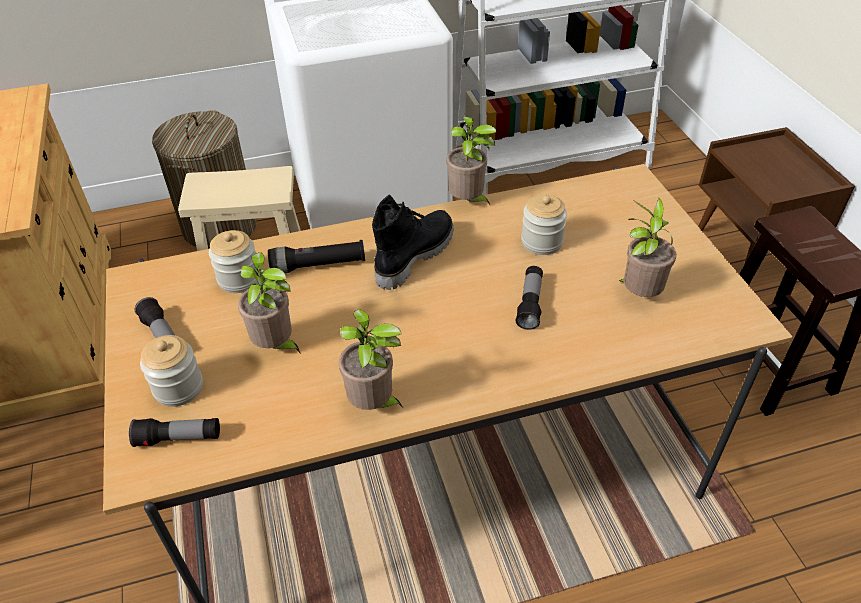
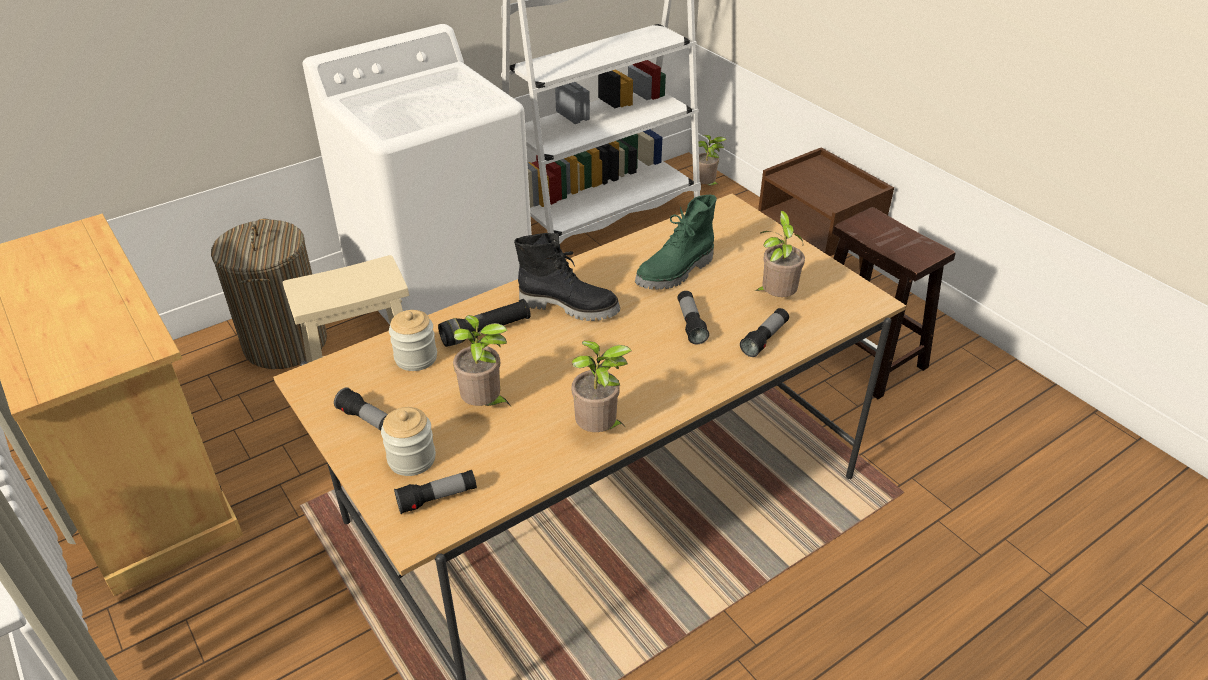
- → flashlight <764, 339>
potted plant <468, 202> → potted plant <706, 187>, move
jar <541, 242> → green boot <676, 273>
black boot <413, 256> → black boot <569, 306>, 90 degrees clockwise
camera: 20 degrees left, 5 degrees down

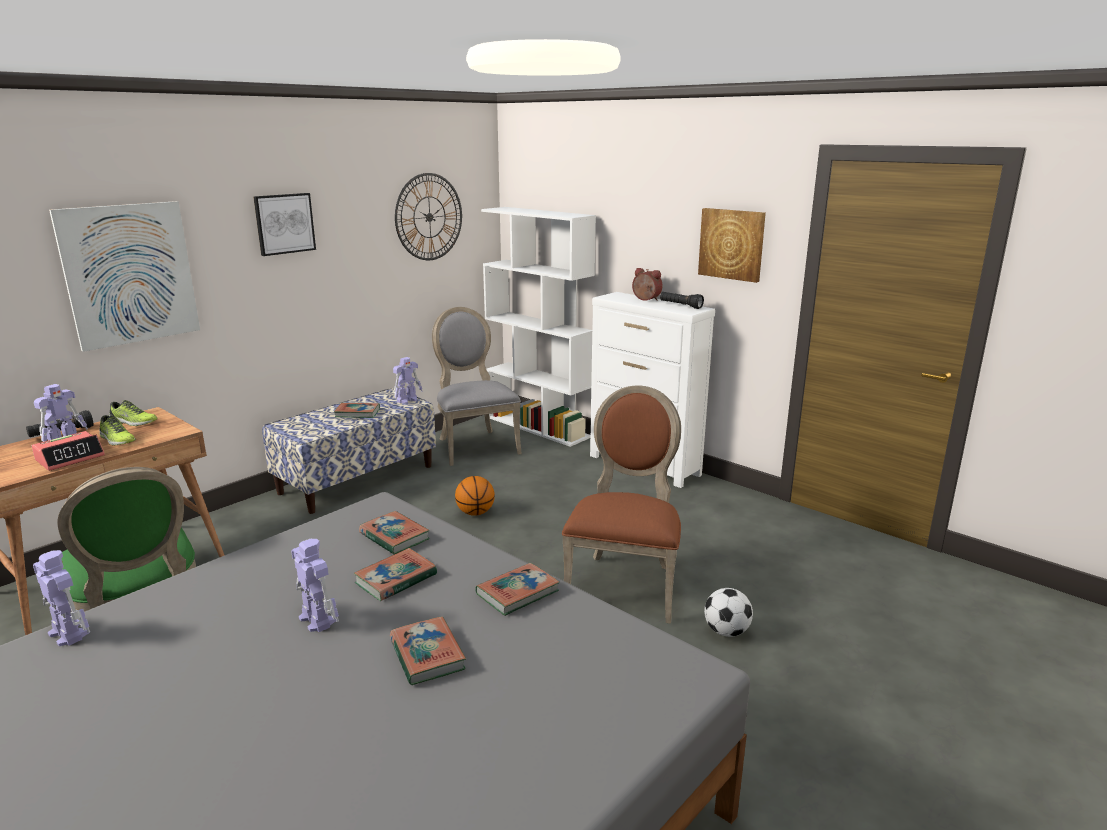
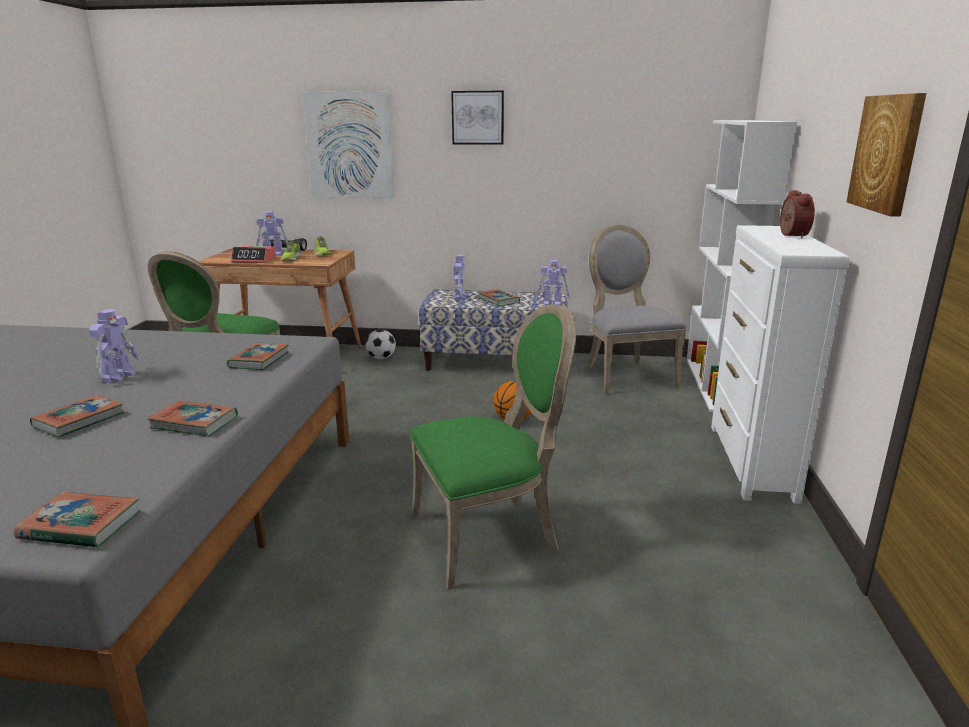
wall clock <429, 217> → -
black flashlight <680, 306> → -
toy robot <68, 633> → toy robot <459, 297>, move
book <396, 579> → book <81, 525>, move
football <726, 631> → football <381, 358>, move
brown chair <624, 584> → green chair <490, 535>
grey chair <474, 445> → grey chair <625, 375>, 45 degrees counterclockwise
camera: 55 degrees right, 0 degrees up

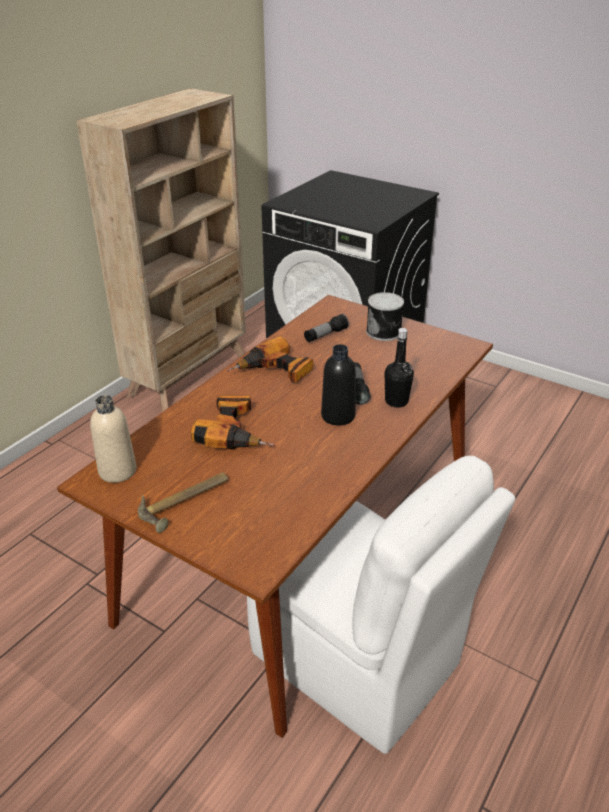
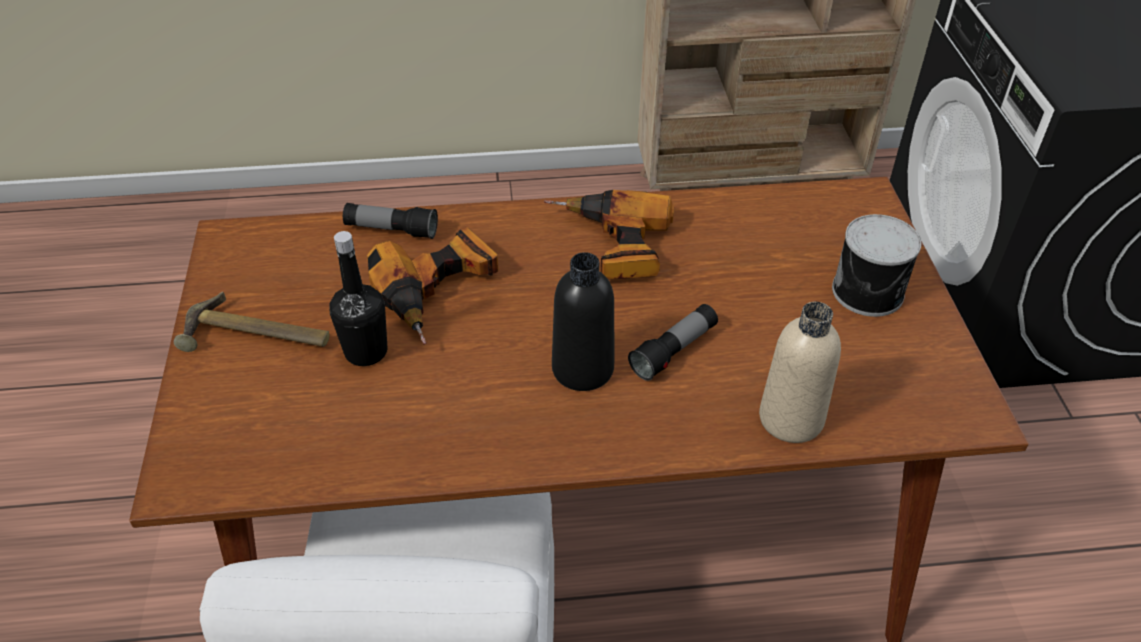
beige bottle <117, 471> → beige bottle <791, 418>, move
flashlight <325, 335> → flashlight <391, 230>, move
black bottle <396, 401> → black bottle <366, 351>, move
camera: 50 degrees right, 10 degrees up

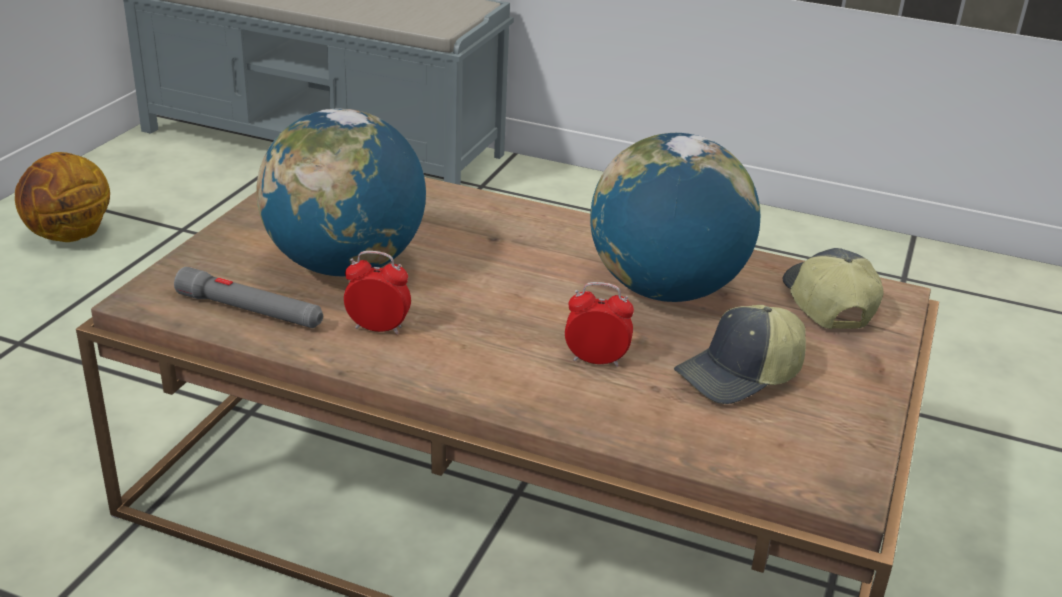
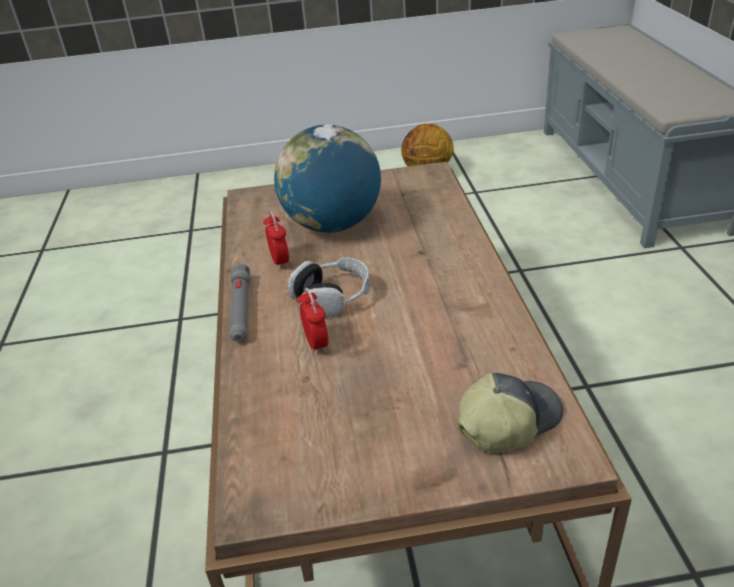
globe <665, 290> → -
cap <740, 376> → -
- → headphones <332, 297>
grey flashlight <250, 310> → grey flashlight <241, 309>, move
camera: 65 degrees right, 5 degrees up

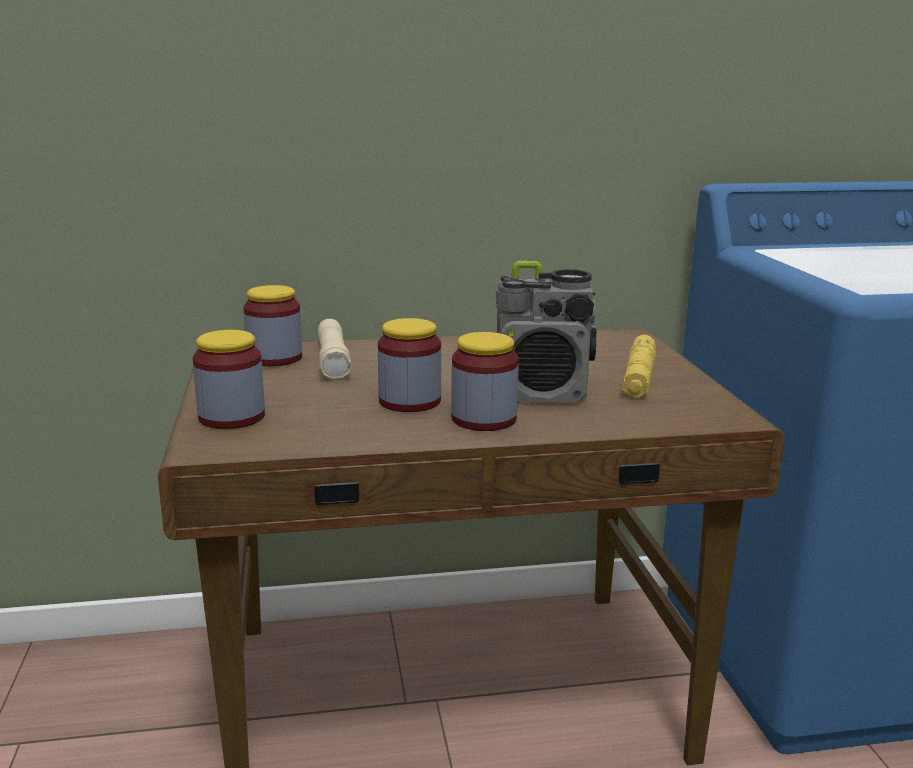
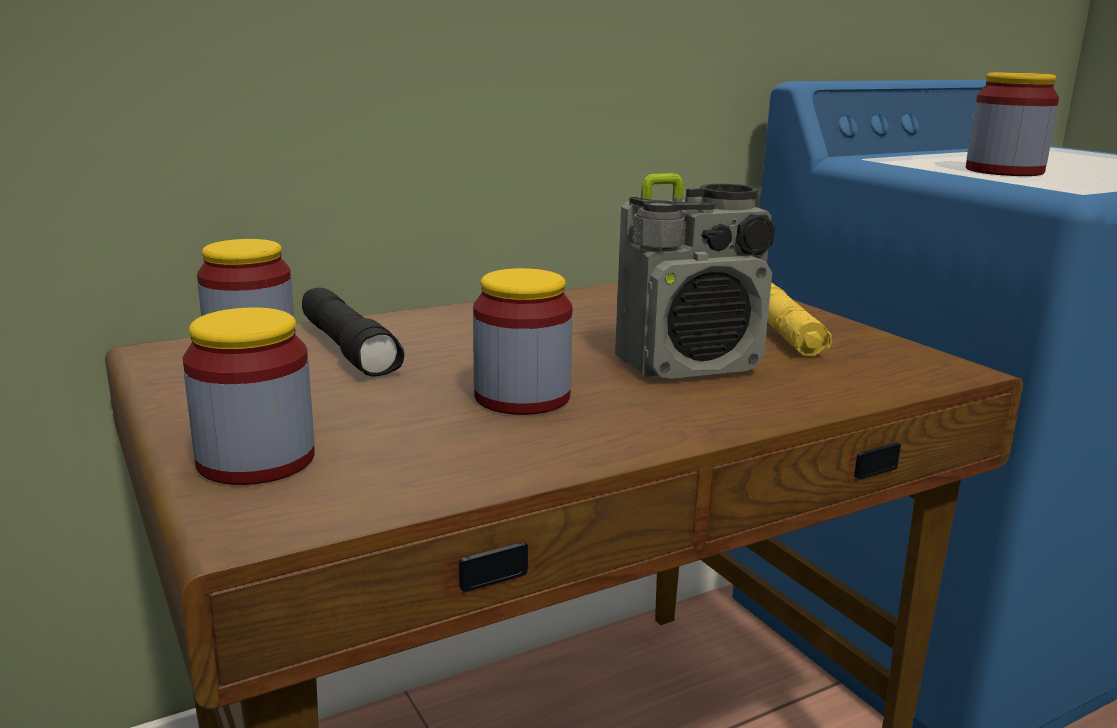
jar <484, 419> → jar <1004, 171>, move
beige flashlight <334, 360> → black flashlight <350, 349>
camera: 20 degrees left, 0 degrees up

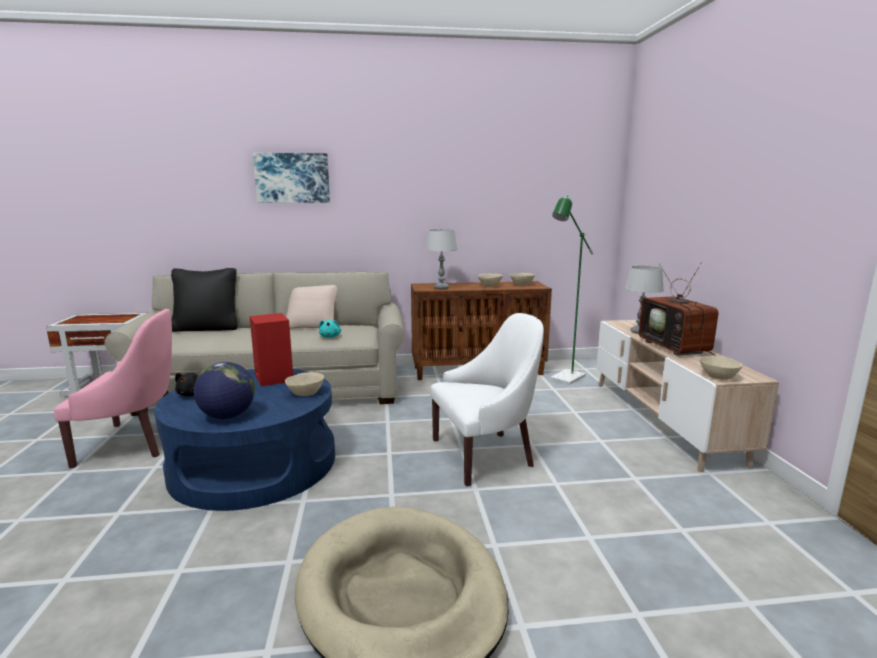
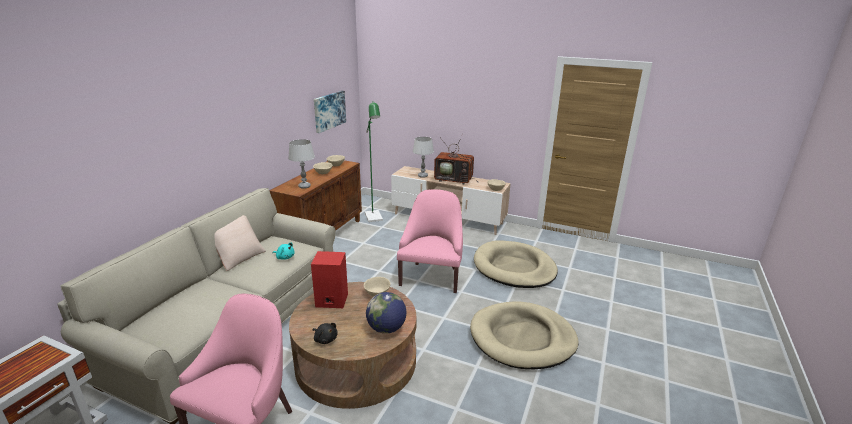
black pillow <207, 328> → -
- → beige dog bed <514, 268>
picture <292, 178> → picture <329, 111>, move
blue coffee table <254, 463> → brown coffee table <356, 361>
white armchair <485, 454> → pink armchair <431, 276>
camera: 60 degrees left, 10 degrees up

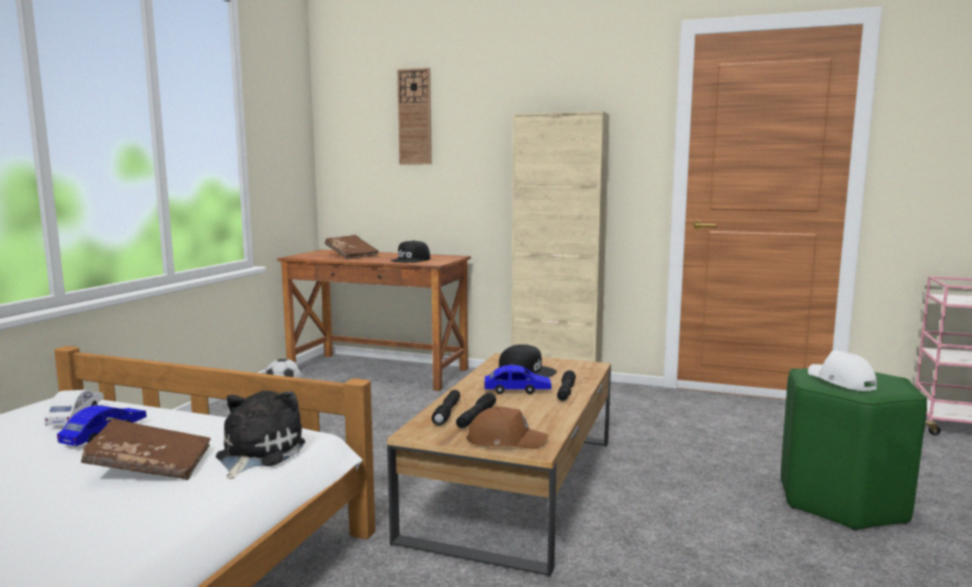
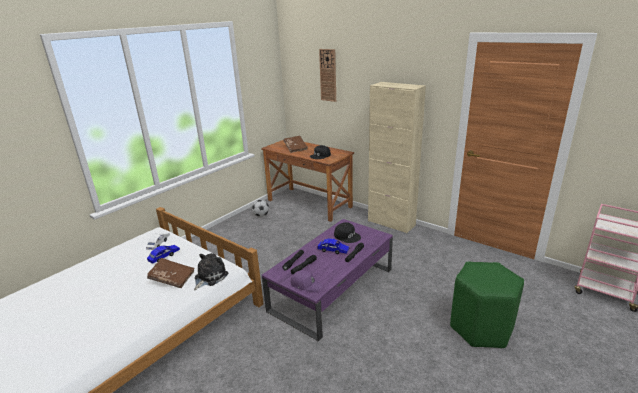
white cap <840, 381> → -
brown coffee table <517, 484> → purple coffee table <333, 289>
brown cap <505, 440> → purple cap <306, 284>
camera: 20 degrees right, 15 degrees up

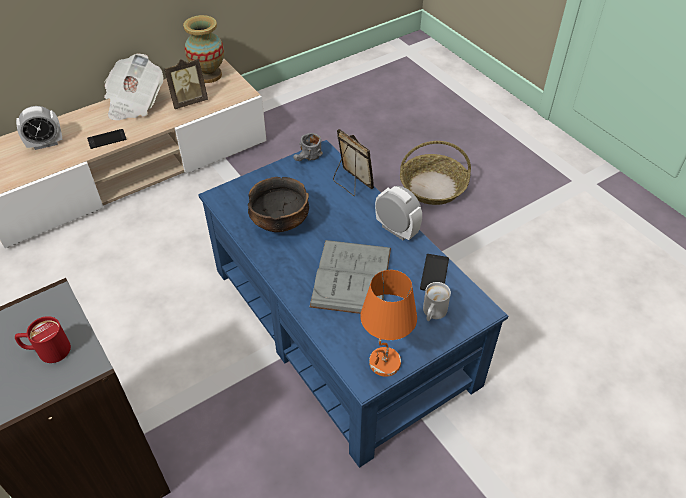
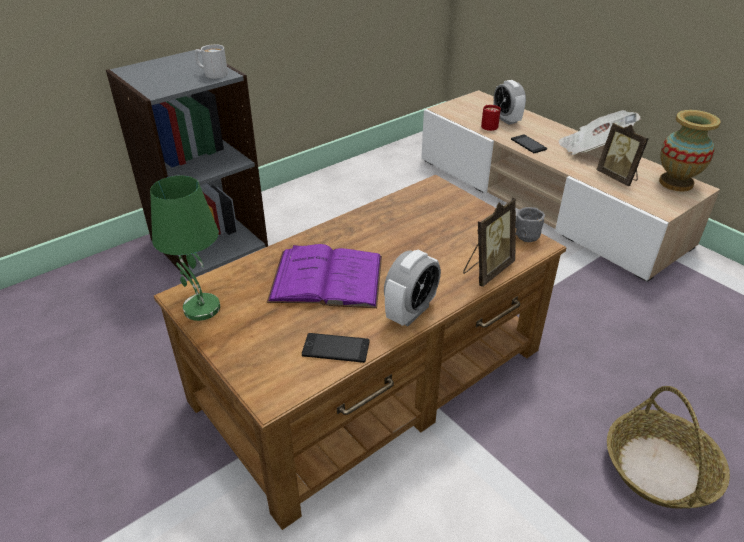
bowl <280, 223> → -
red mug <47, 351> → red mug <488, 125>, move
white mug <433, 313> → white mug <212, 74>, move
blue coffee table <341, 323> → brown coffee table <372, 375>
grey book <351, 277> → purple book <327, 278>
orange table lamp <384, 363> → green table lamp <200, 308>
camera: 85 degrees right, 10 degrees down

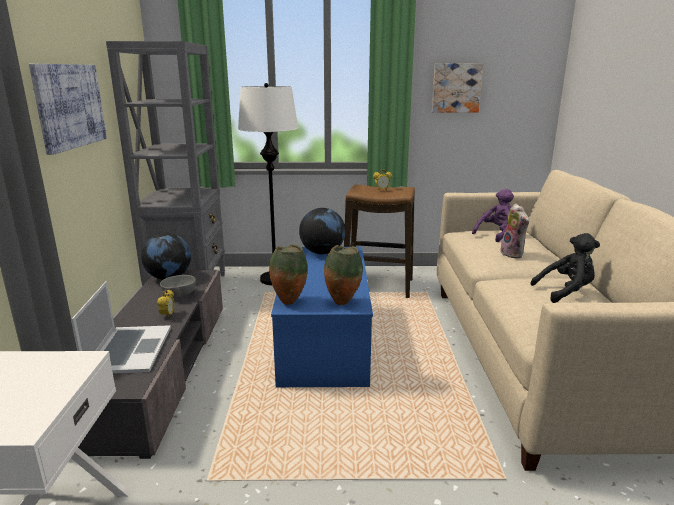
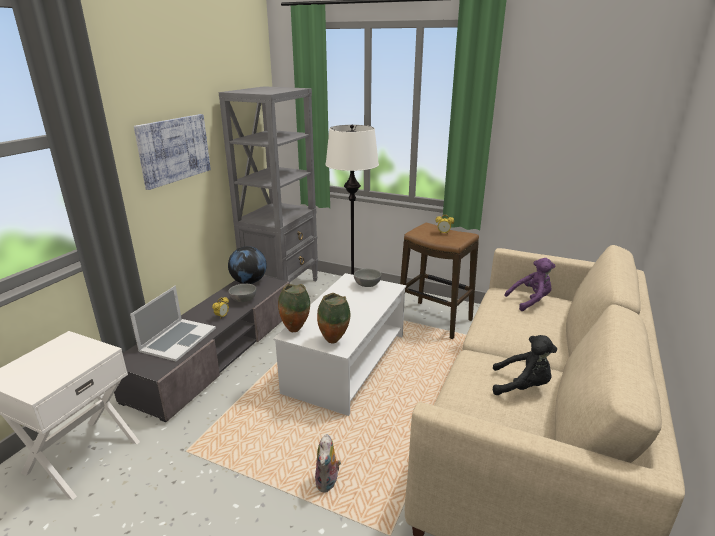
picture <456, 88> → -
plush toy <513, 254> → plush toy <328, 482>, move
globe <322, 252> → grey bowl <366, 285>
blue coffee table <324, 341> → white coffee table <346, 363>
camera: 25 degrees right, 5 degrees up

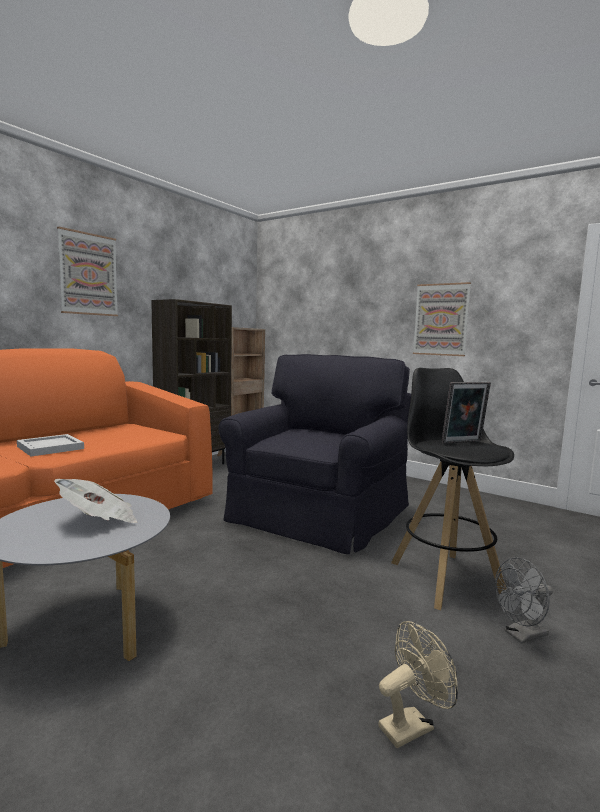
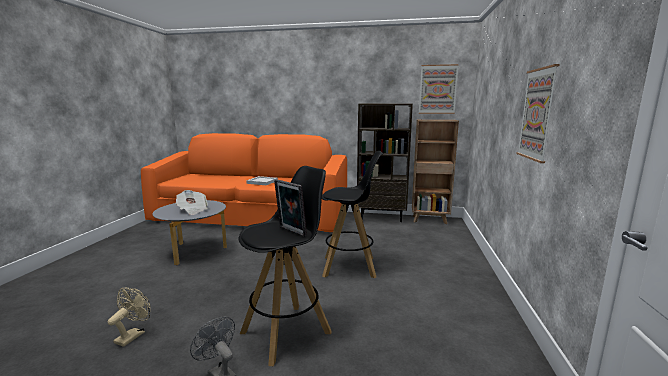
picture <88, 274> → picture <437, 89>, move
black armchair <315, 514> → black stool <350, 267>
beige fan <412, 725> → beige fan <133, 335>, 105 degrees counterclockwise
camera: 65 degrees right, 5 degrees up

